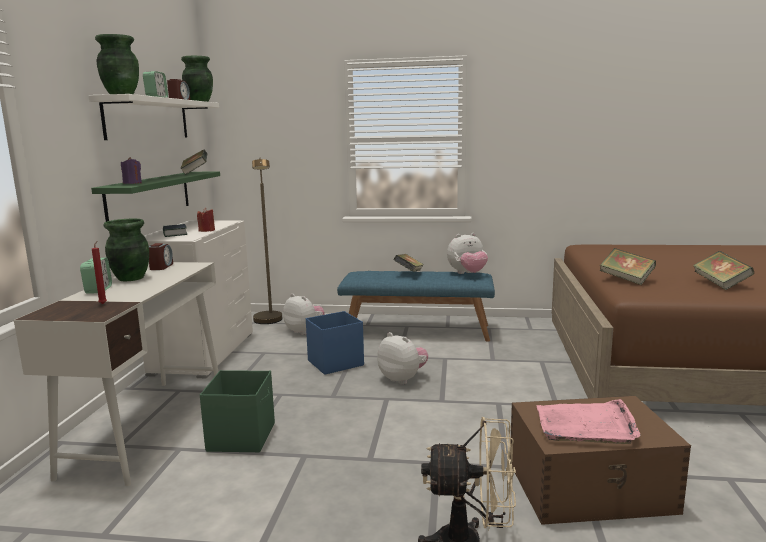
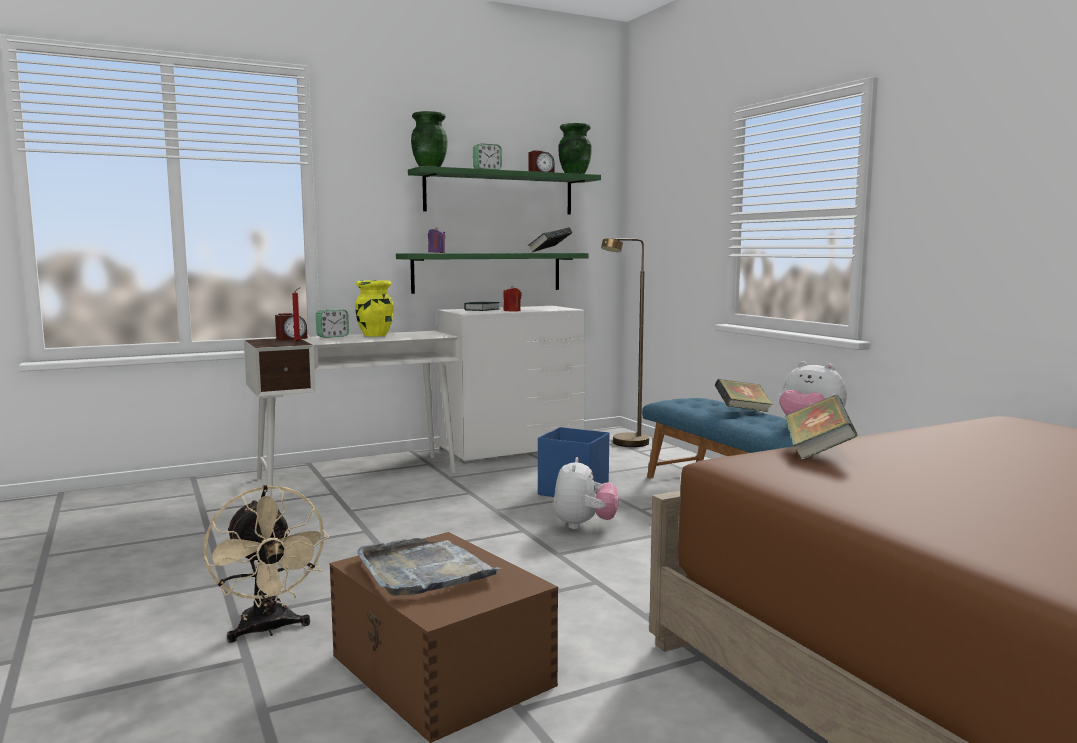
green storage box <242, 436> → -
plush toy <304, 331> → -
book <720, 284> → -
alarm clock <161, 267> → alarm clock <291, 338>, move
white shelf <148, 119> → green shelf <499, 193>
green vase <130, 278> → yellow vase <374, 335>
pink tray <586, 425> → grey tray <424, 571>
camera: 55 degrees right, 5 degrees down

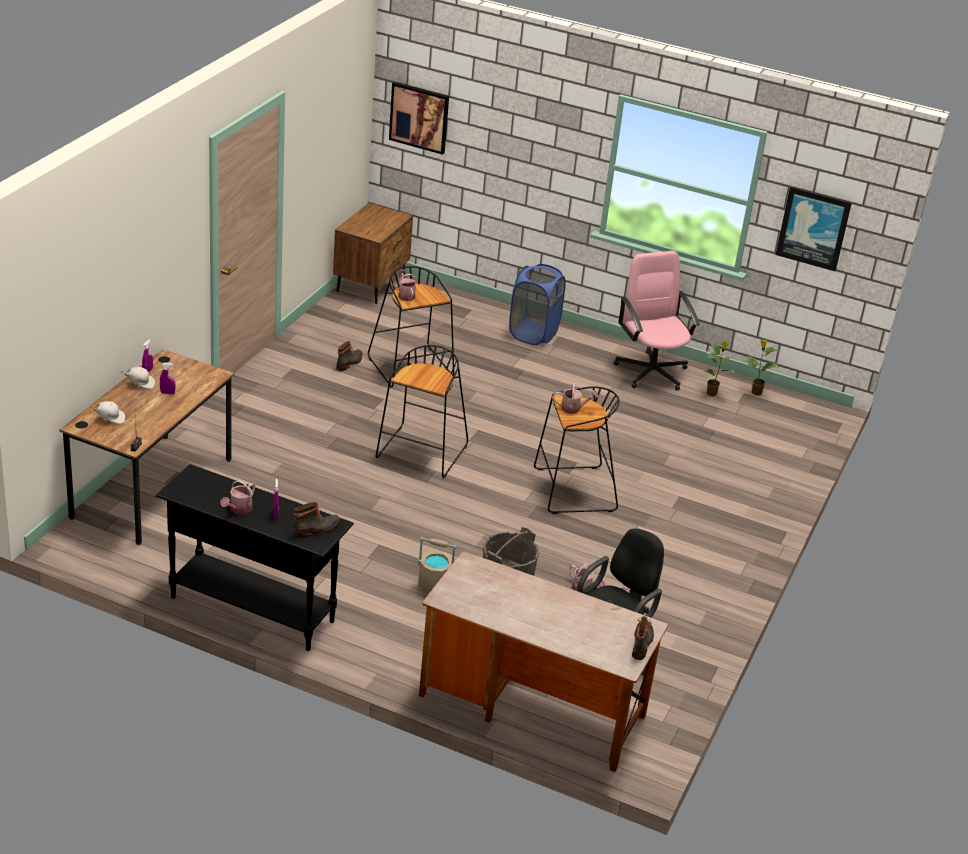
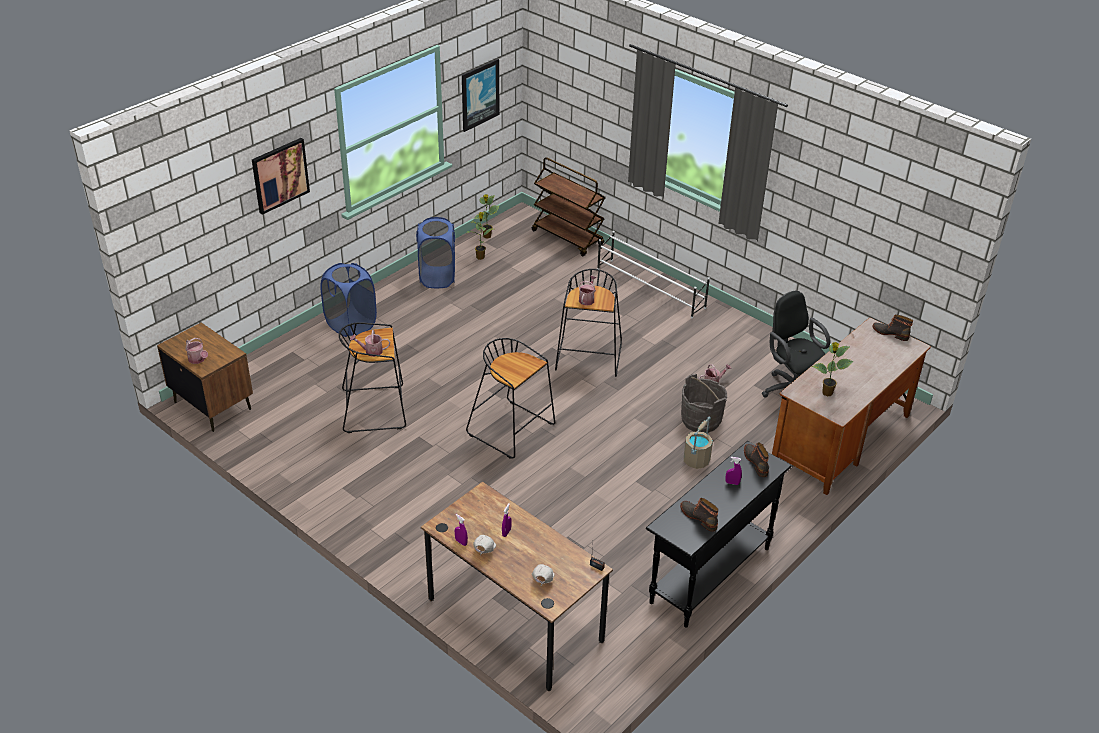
- → brown cart <568, 238>
- → white shoe rack <650, 288>
- → potted plant <827, 393>
watering can <239, 509> → watering can <198, 360>, move
boot <350, 362> → boot <699, 517>, move
picture <419, 117> → picture <280, 175>, move
pink office chair <651, 371> → blue laundry basket <437, 277>
camera: 70 degrees left, 5 degrees up

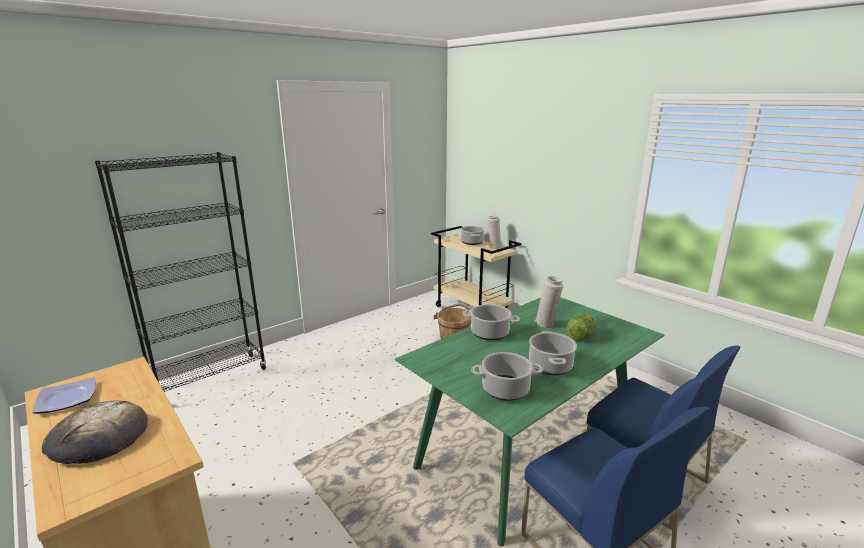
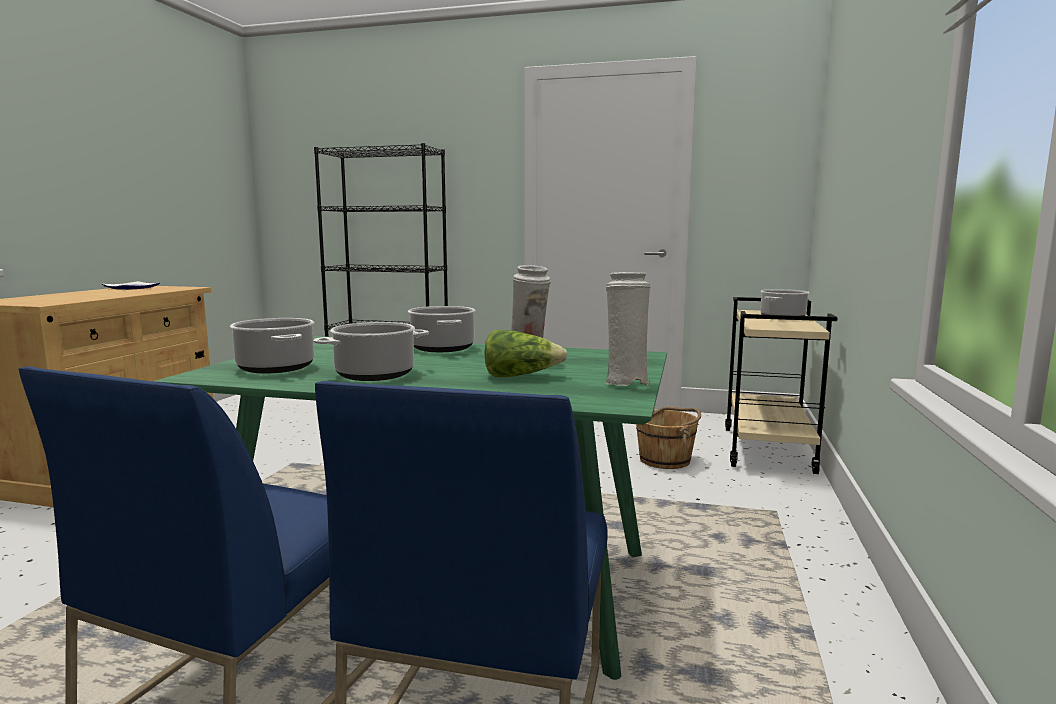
bread <98, 437> → -
white vase <493, 247> → white vase <625, 383>, move
camera: 55 degrees right, 10 degrees down

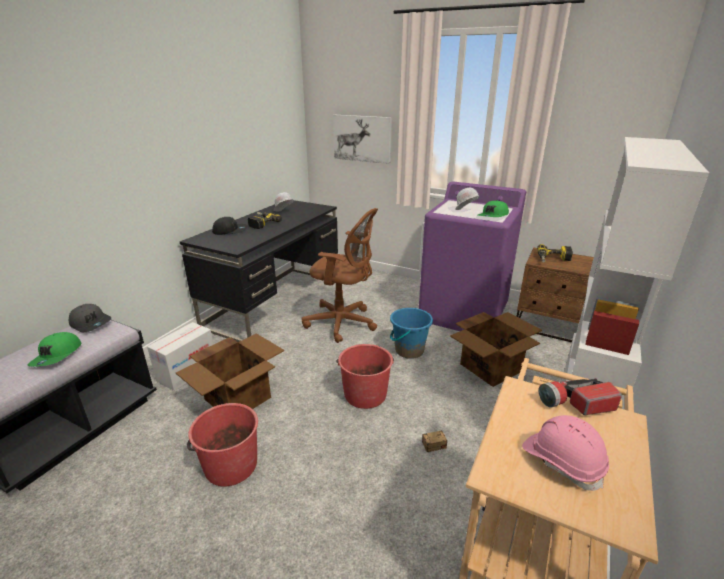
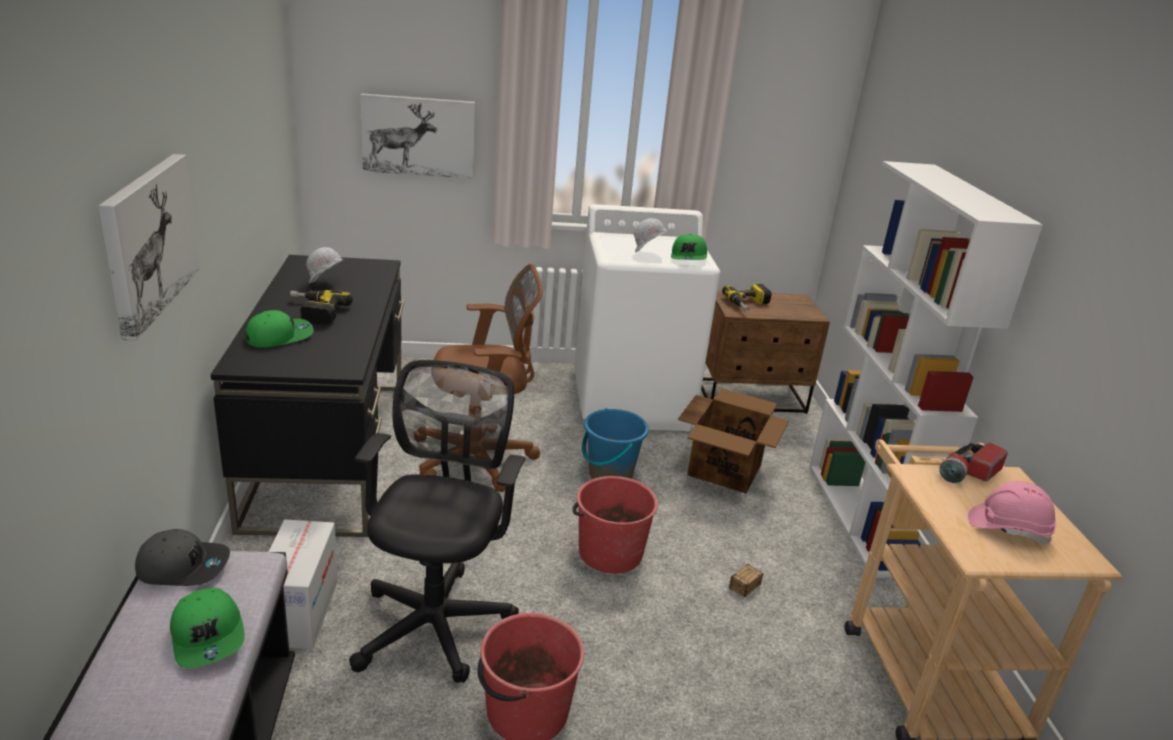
- → picture <148, 241>
cardboard box <239, 398> → black office chair <436, 620>
black cap <230, 231> → green cap <279, 336>
purple washing machine <464, 313> → white washing machine <632, 402>
camera: 35 degrees left, 0 degrees up

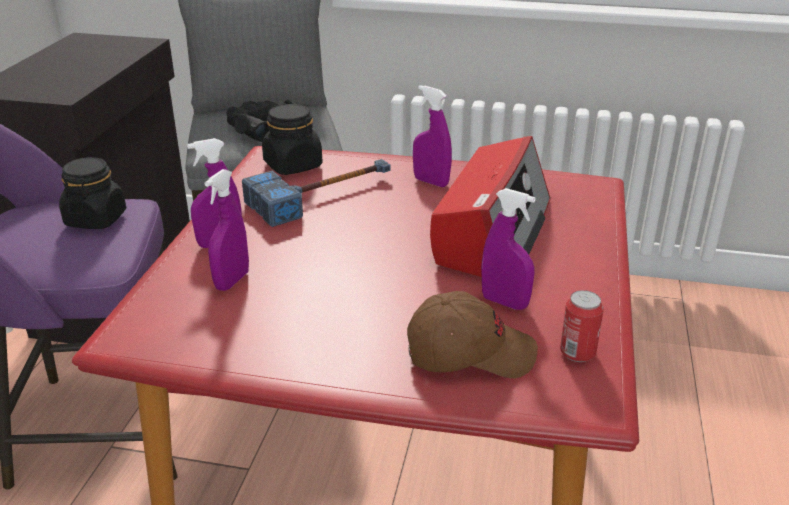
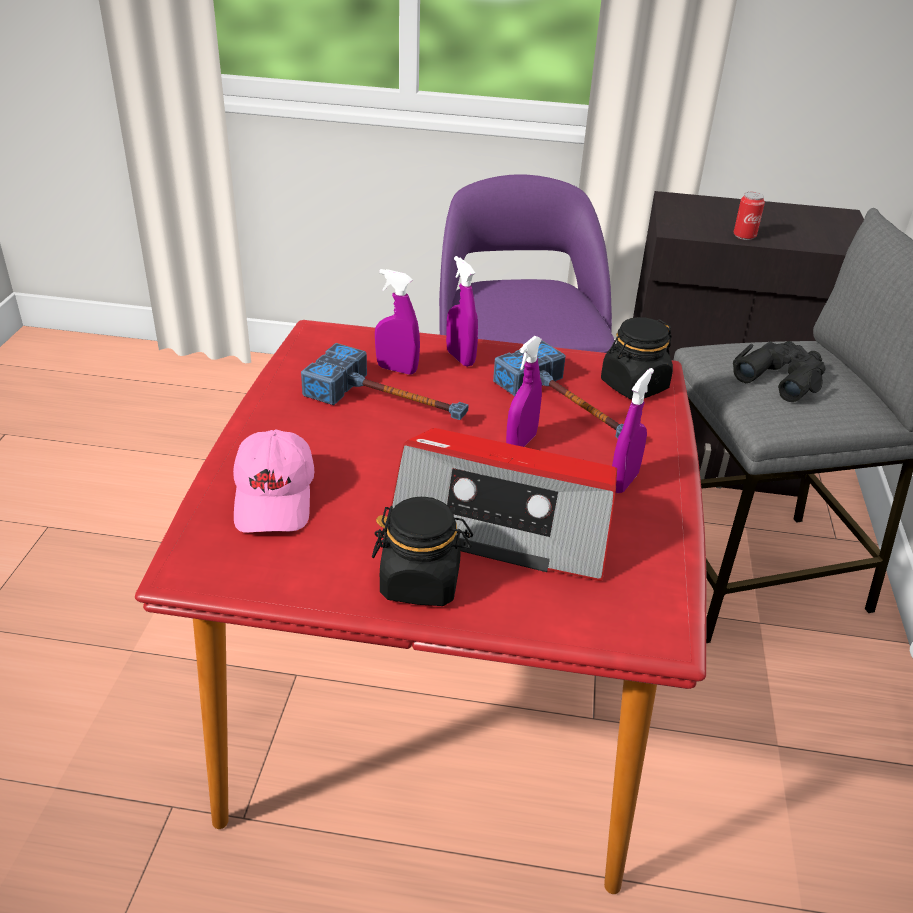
- → hammer <389, 402>
black jar <96, 219> → black jar <421, 582>, move
purple spray bottle <504, 302> → purple spray bottle <521, 442>, move
can <577, 353> → can <744, 236>, move
brown cap <469, 353> → pink cap <275, 497>
camera: 85 degrees right, 5 degrees up

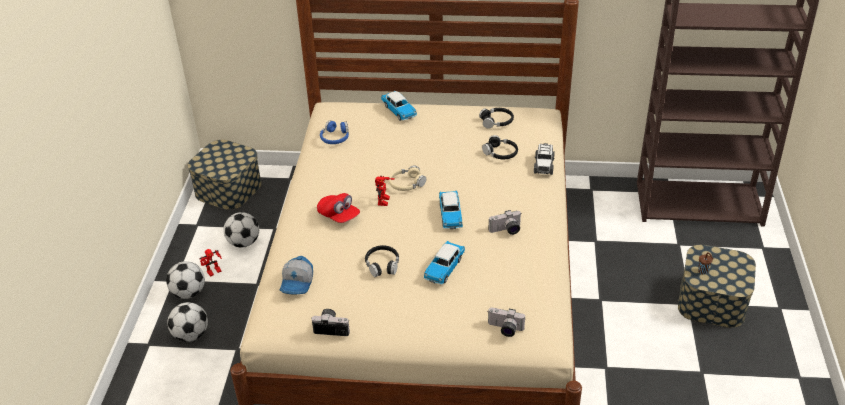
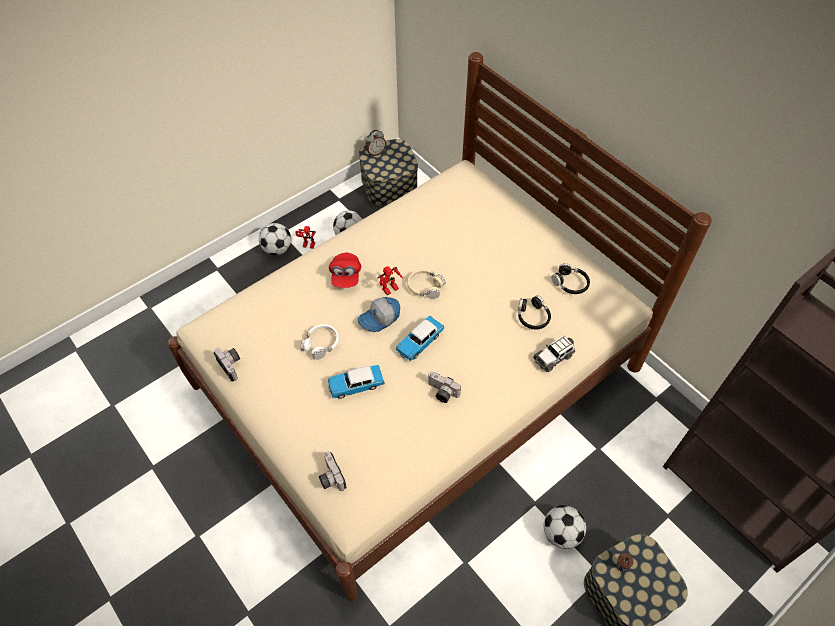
blue headphones <335, 137> → -
toy car <399, 111> → -
- → alarm clock <376, 152>
football <191, 335> → football <561, 533>, move
cap <298, 282> → cap <380, 319>, move
black headphones <382, 265> → white headphones <321, 344>
camera: 45 degrees right, 15 degrees up

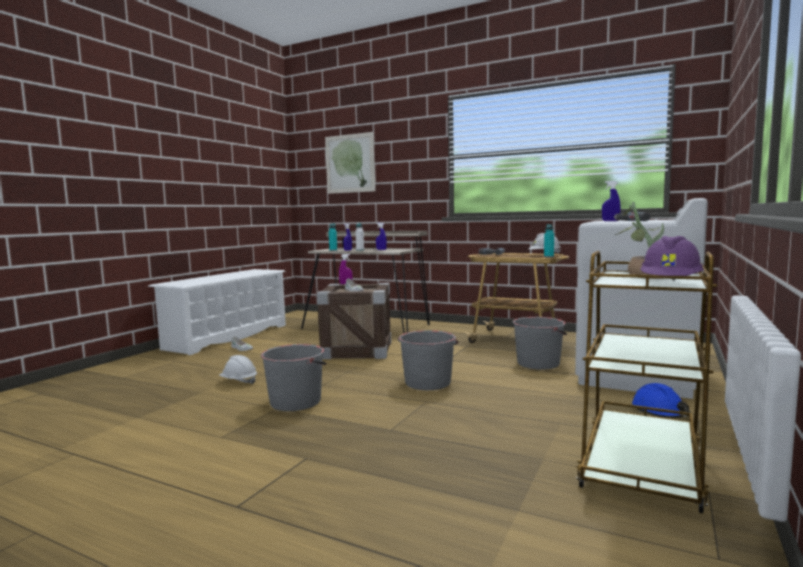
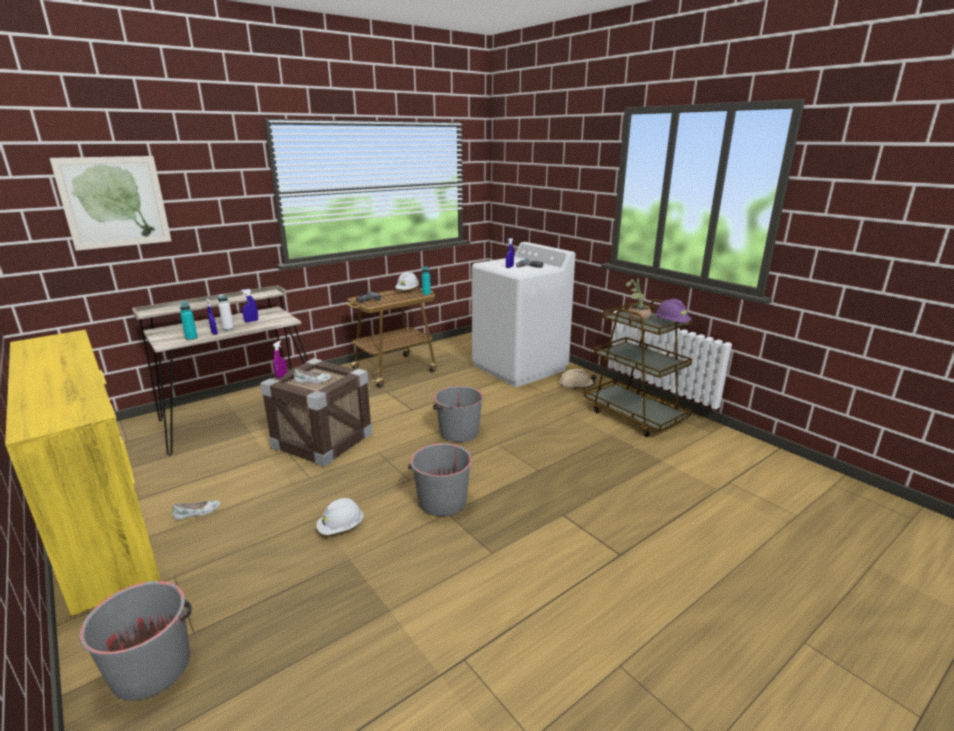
grey bucket <538, 363> → grey bucket <152, 667>, move
white shoe rack <227, 337> → yellow dresser <103, 518>
blue hard hat <660, 412> → beige hard hat <576, 385>
camera: 65 degrees left, 15 degrees up

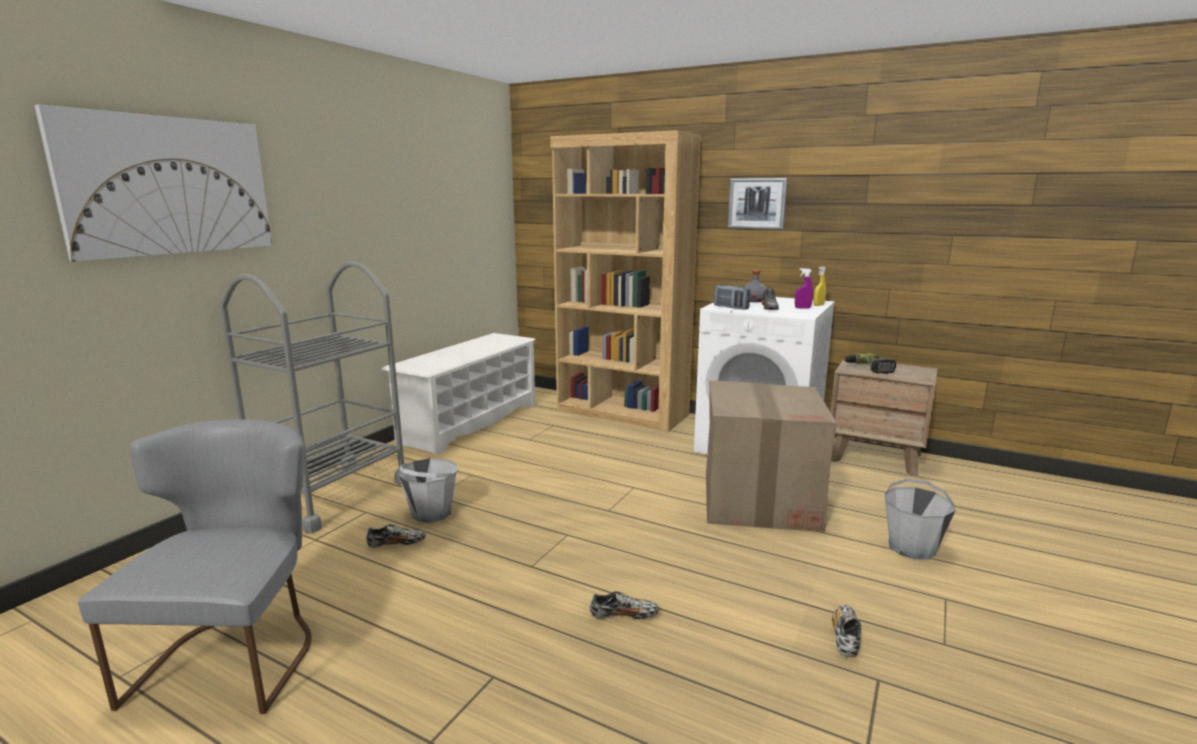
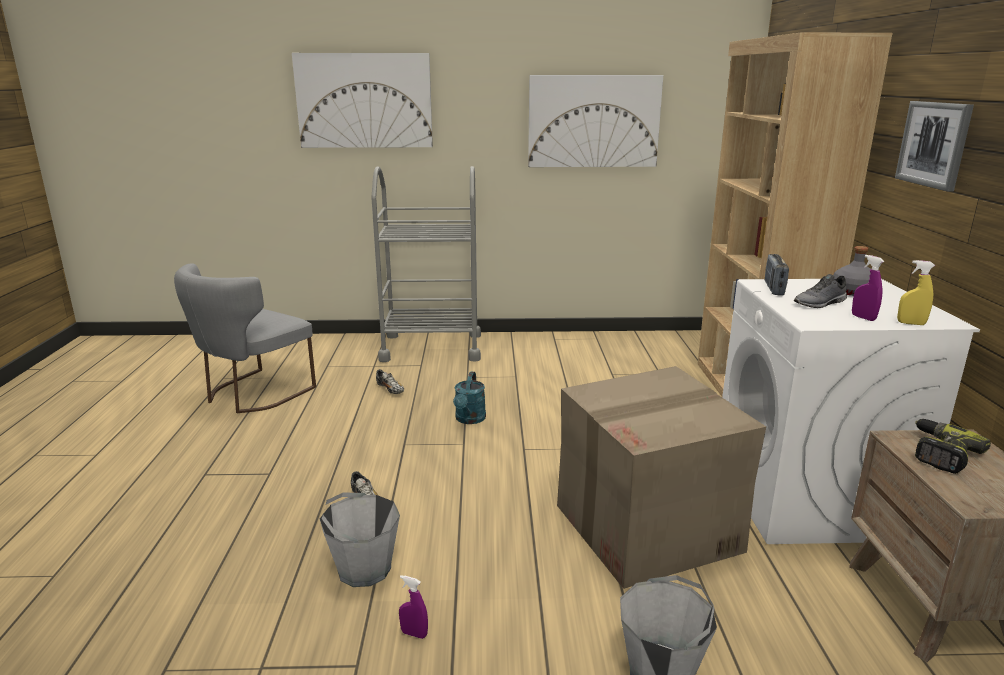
white shoe rack <470, 422> → -
- → turquoise watering can <469, 420>
- → picture <593, 121>
grey bucket <431, 512> → grey bucket <364, 569>, move
shoe <845, 637> → purple spray bottle <414, 634>
grey chair <236, 653> → grey chair <252, 394>, 150 degrees clockwise
camera: 60 degrees right, 5 degrees up

